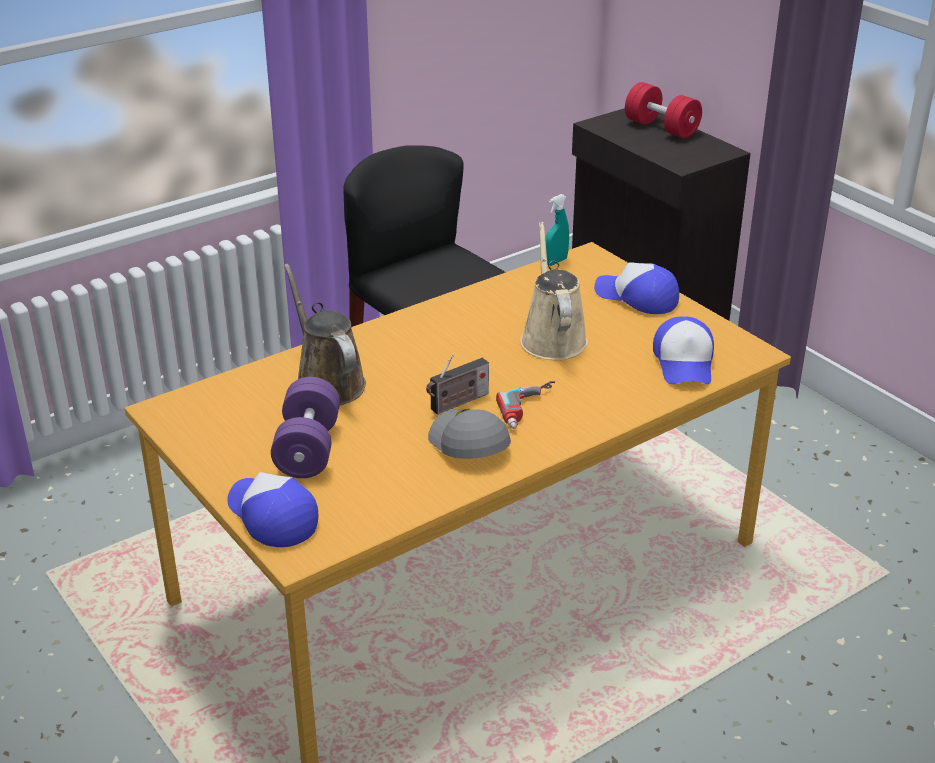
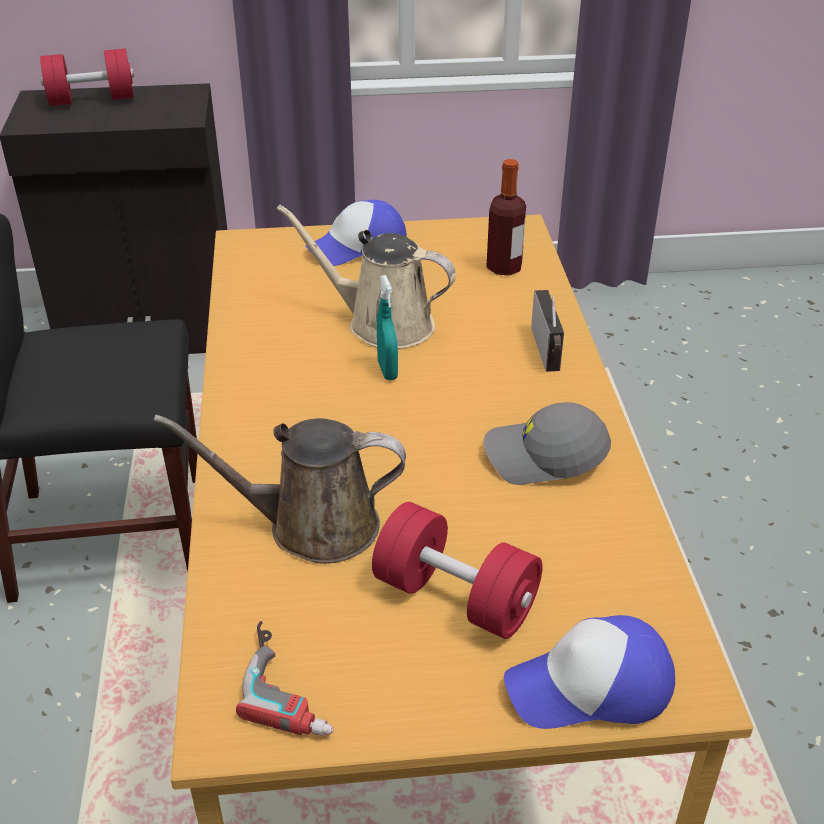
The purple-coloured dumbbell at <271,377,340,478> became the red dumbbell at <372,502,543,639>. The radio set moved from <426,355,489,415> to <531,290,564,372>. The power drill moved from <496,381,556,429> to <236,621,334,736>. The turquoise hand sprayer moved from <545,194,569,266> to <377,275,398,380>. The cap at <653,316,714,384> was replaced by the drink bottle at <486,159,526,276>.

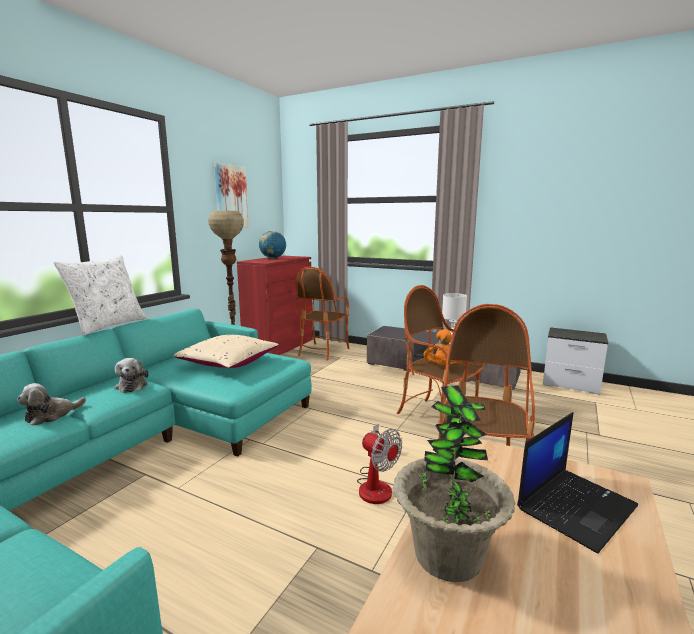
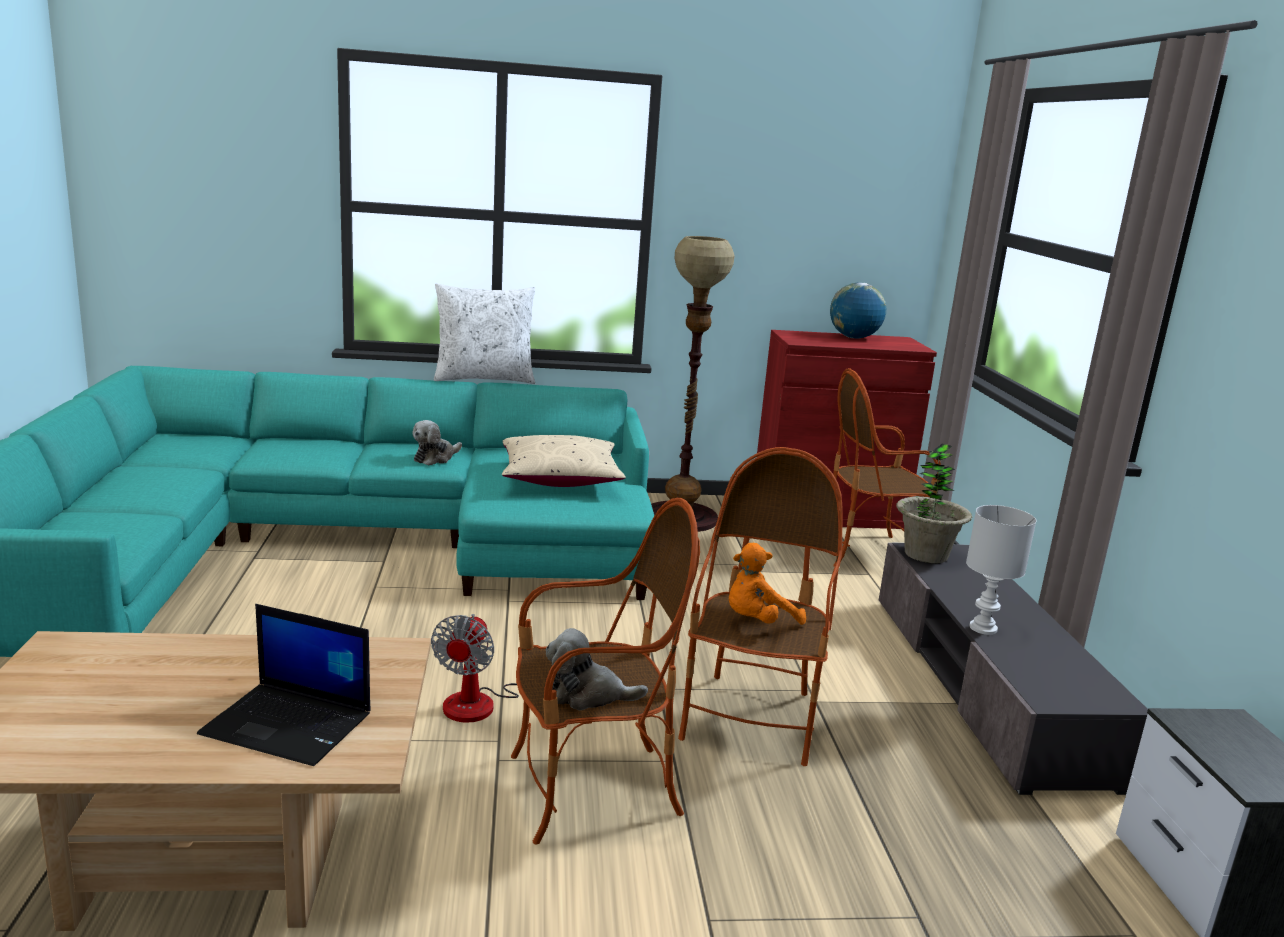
The plush toy moved from <17,383,86,425> to <546,628,648,710>. The wall picture at <214,163,249,228> disappeared. The plant in a pot moved from <393,386,515,582> to <896,443,972,563>.

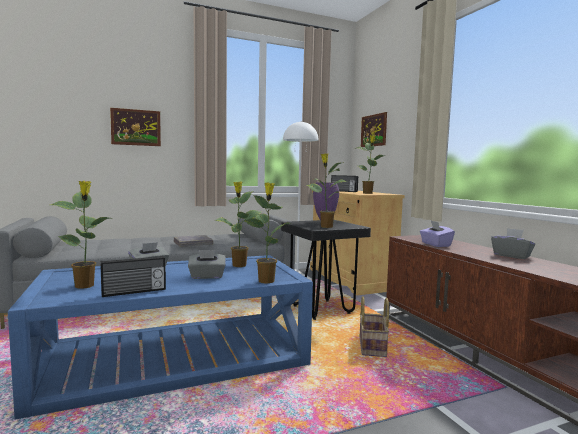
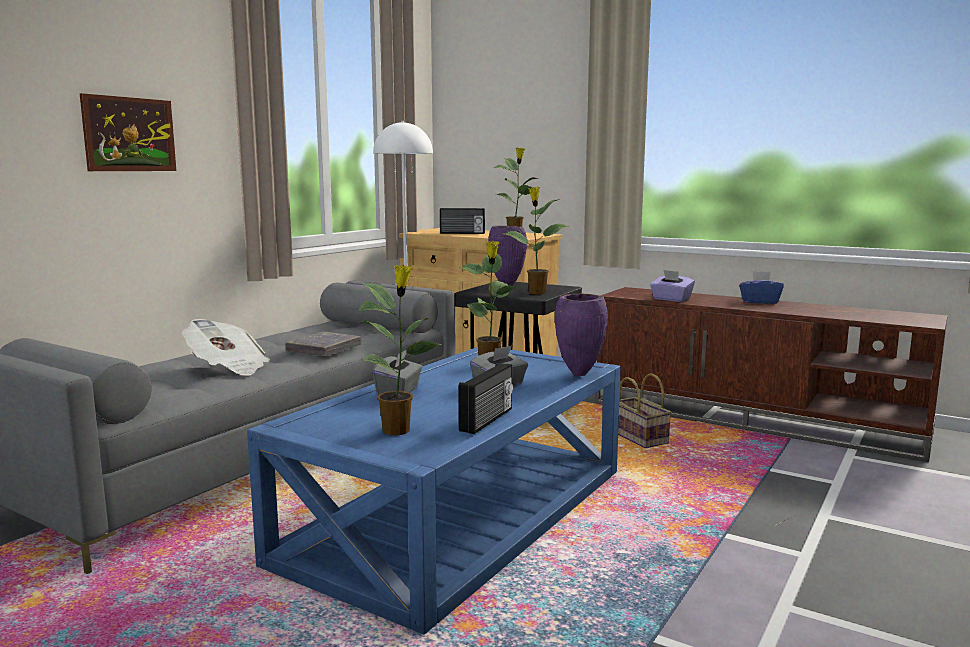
The plant in a pot at <244,182,292,284> was replaced by the purple-coloured flower vase at <555,294,608,376>. The wall picture at <361,112,387,147> disappeared. The greyish tissue holder at <491,228,535,259> became the blue-coloured tissue holder at <739,271,784,304>. The printed paper at <182,319,270,376> appeared.

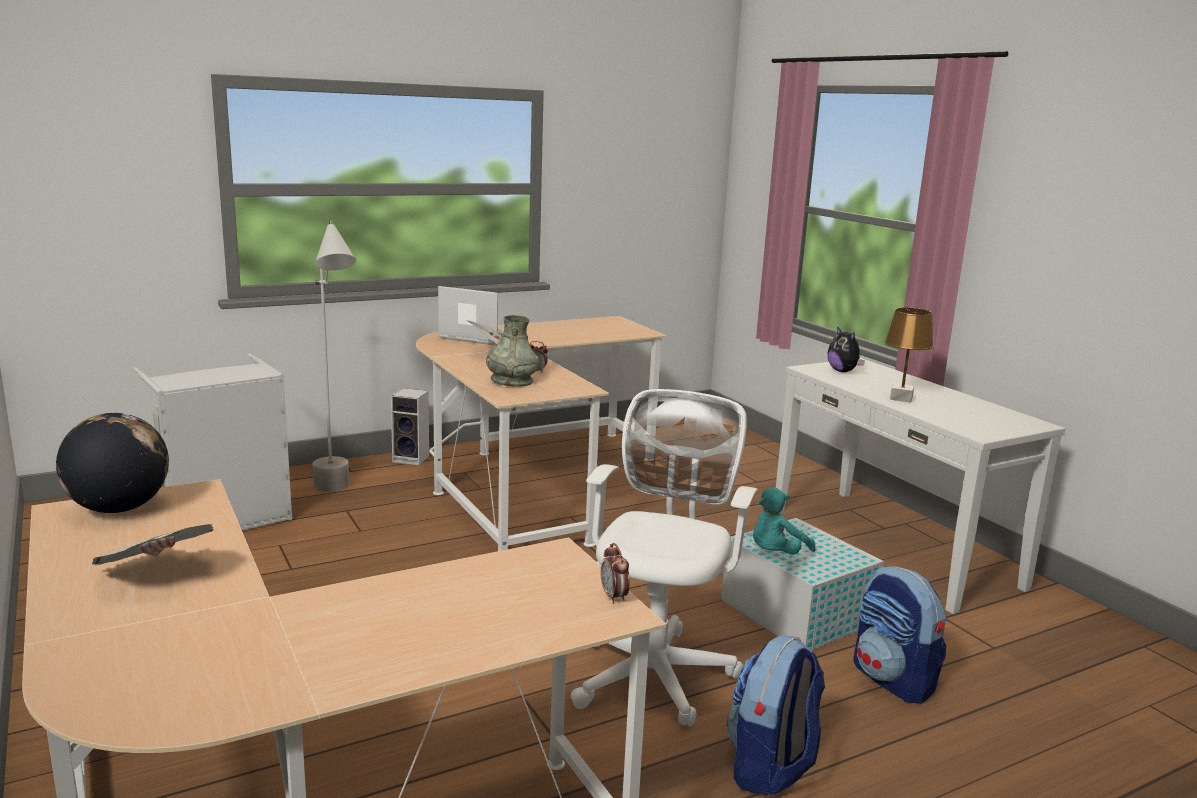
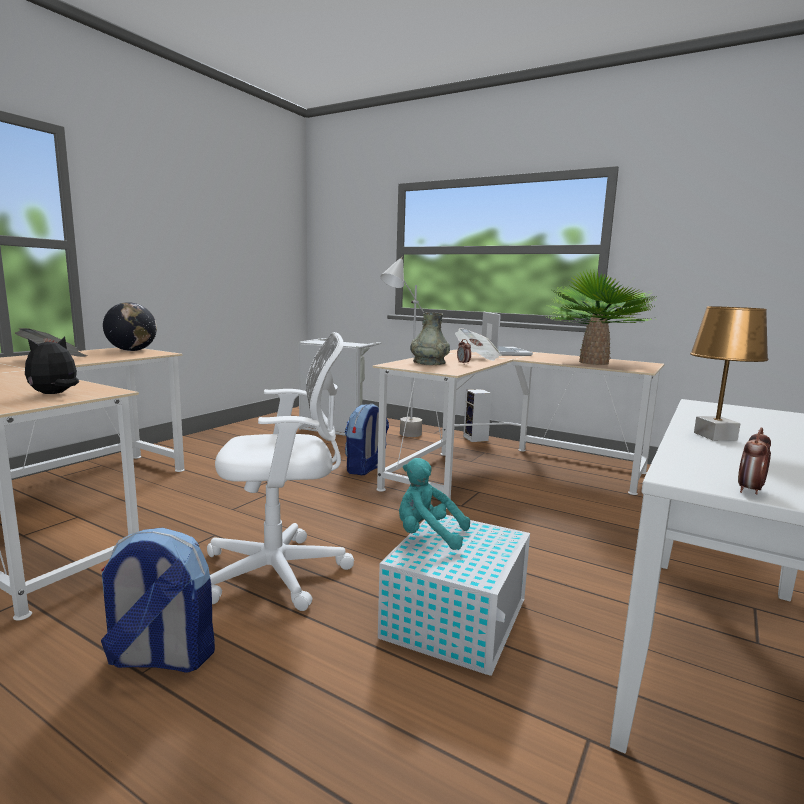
The table clock moved from <601,543,630,604> to <738,428,771,494>. The plush toy moved from <827,326,865,372> to <25,337,79,394>. The knapsack moved from <853,566,946,704> to <345,404,389,475>. The plant in a pot at <546,270,657,365> appeared.

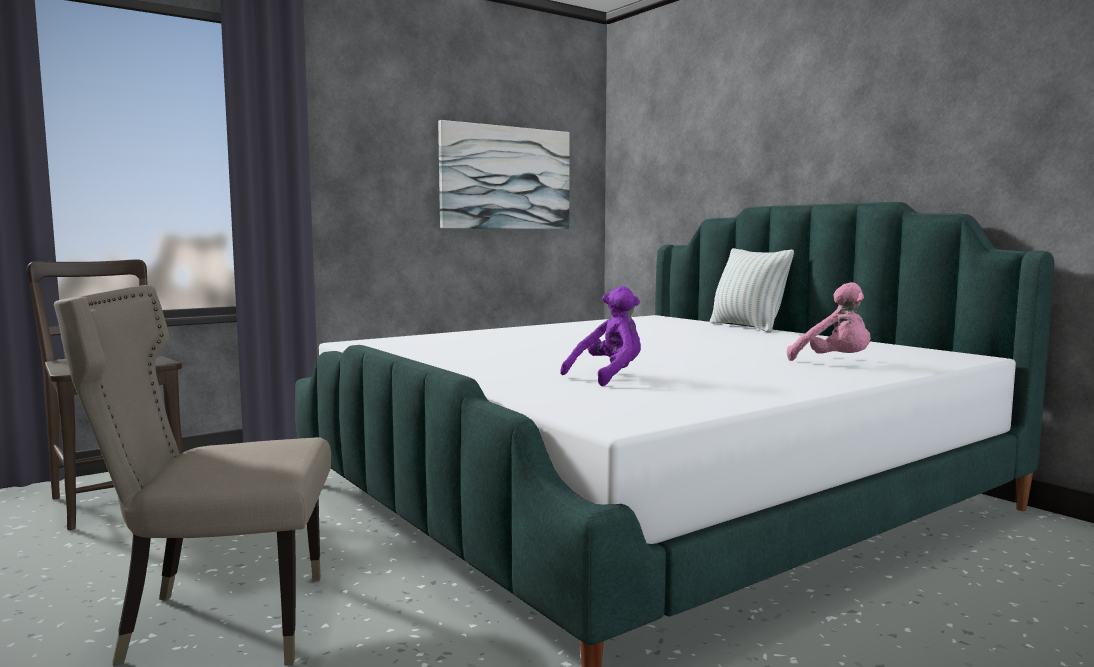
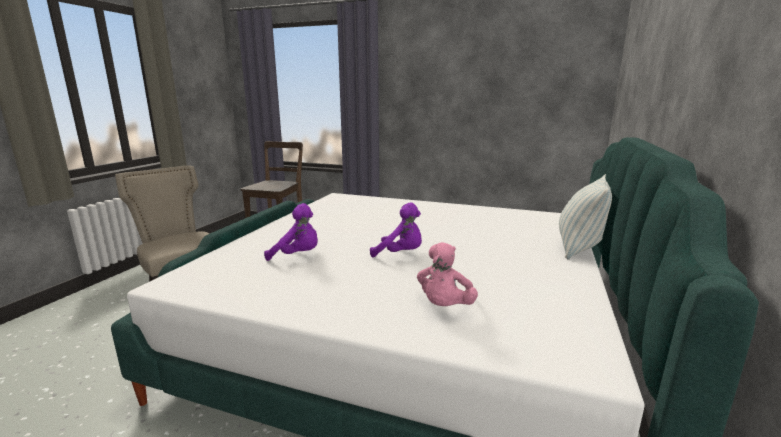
The wall picture at <438,120,570,229> disappeared. The purple-coloured plush toy at <370,202,422,257> appeared.

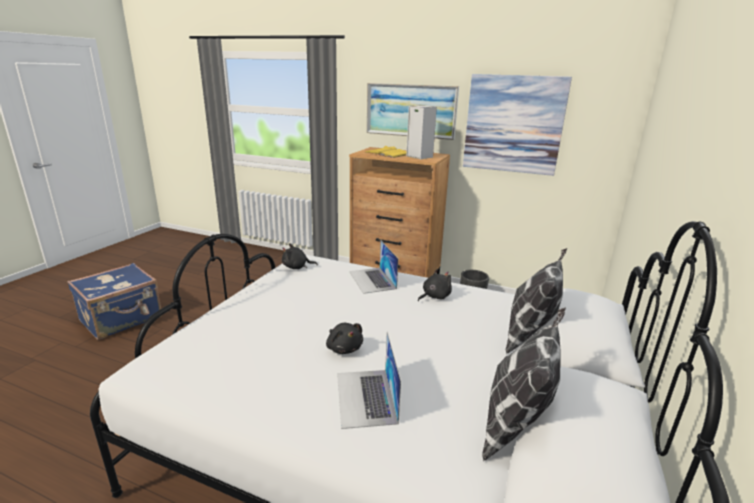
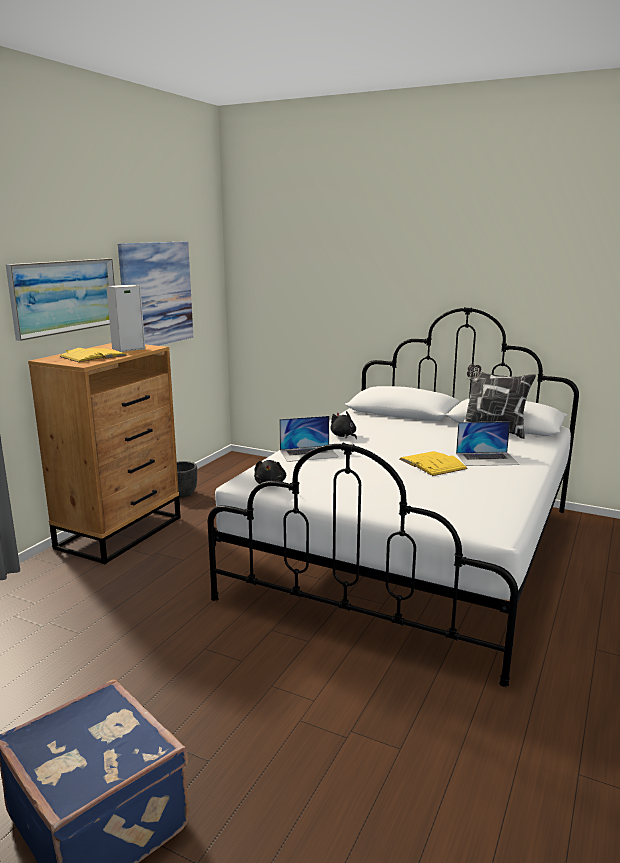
The black-coloured plush toy at <326,323,363,354> was replaced by the yellowish book at <400,451,468,476>. The cushion at <506,248,567,354> disappeared.

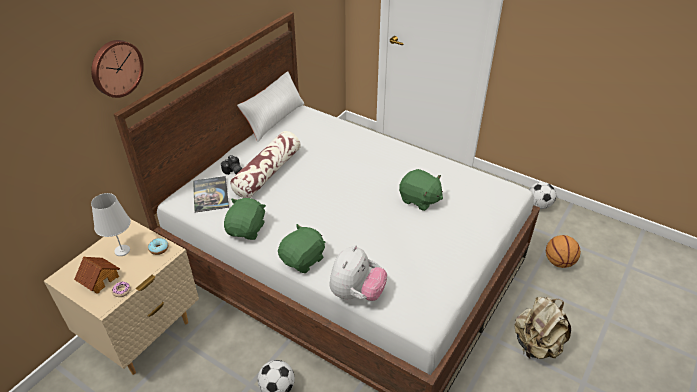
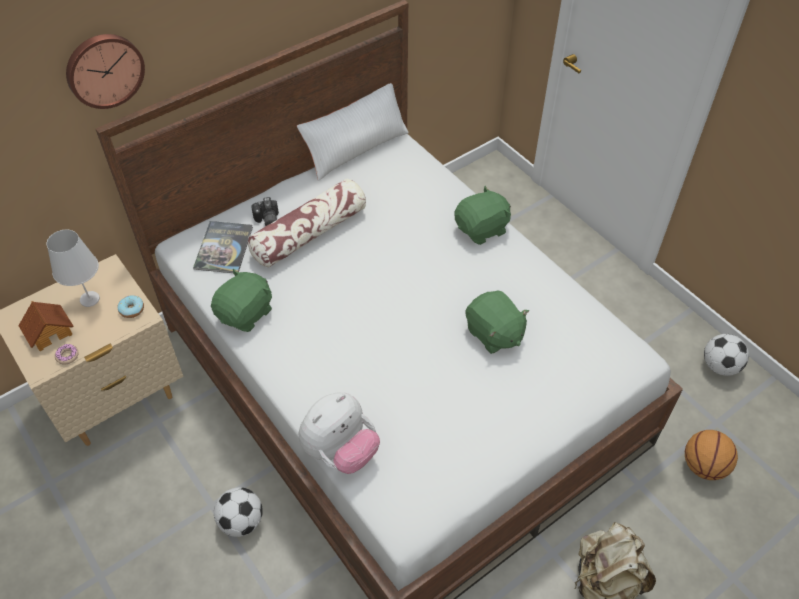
The green plush toy moved from <278,224,326,273> to <455,186,511,245>.

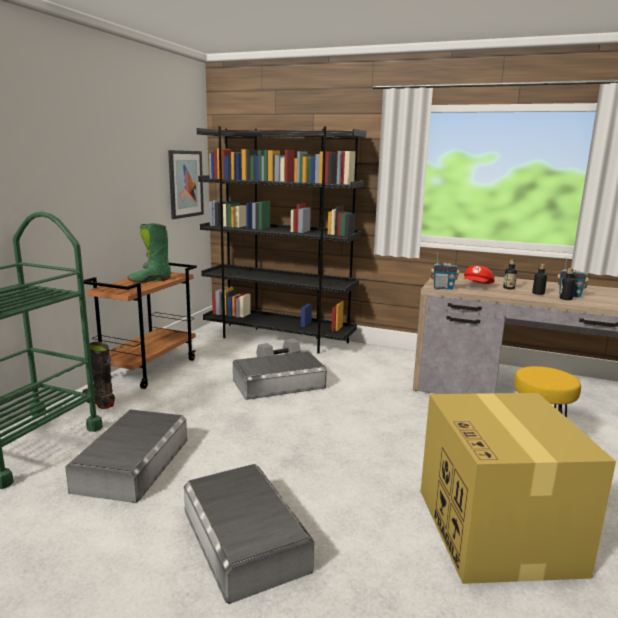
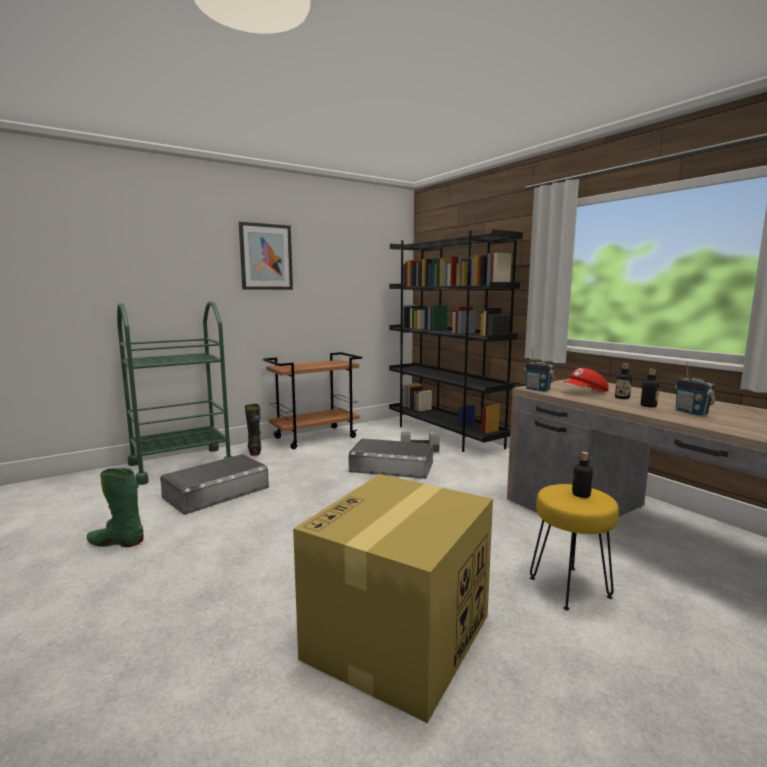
The green high-top boot moved from <127,223,171,283> to <87,468,144,547>. The wall picture moved from <168,150,204,219> to <239,222,293,290>. The greyish storage bin at <184,464,315,604> disappeared. The drink bottle moved from <560,268,575,300> to <572,452,593,498>.

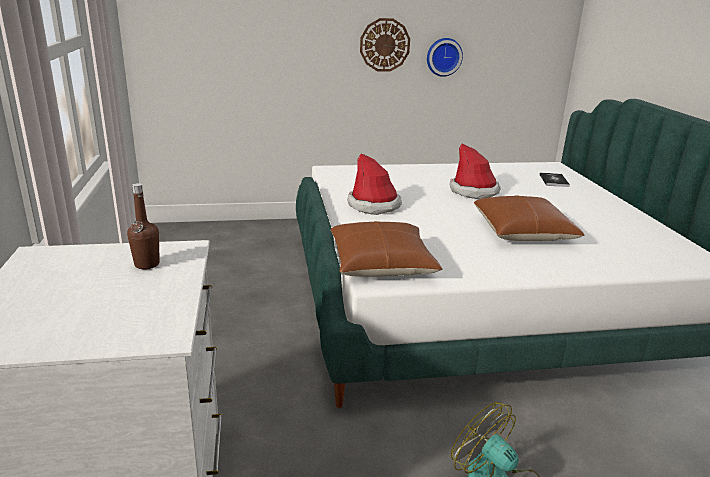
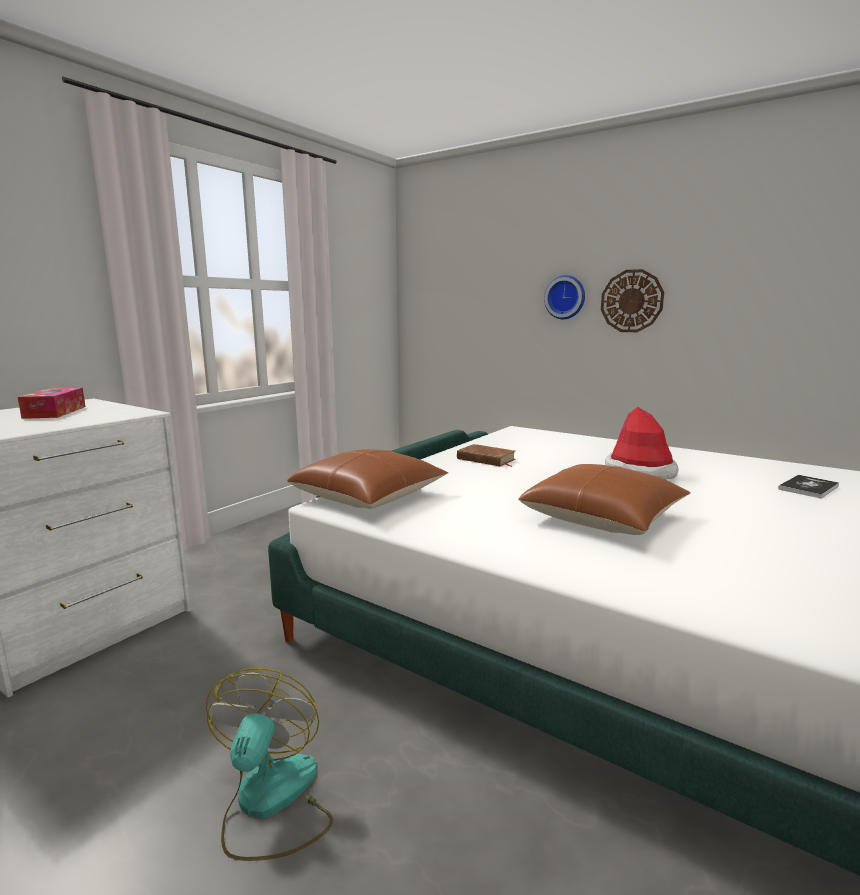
The brownish drink bottle at <127,183,160,269> disappeared. The hat at <347,153,402,215> was replaced by the brownish book at <457,444,516,467>. The hanging clock moved from <427,38,463,77> to <544,275,585,319>. The tissue holder at <18,388,86,419> appeared.

